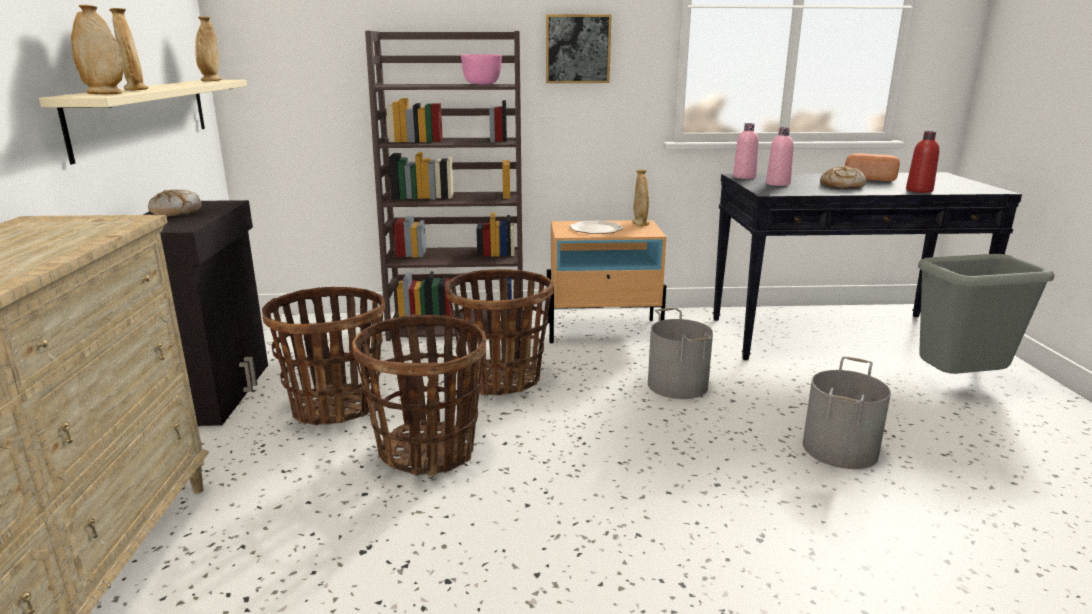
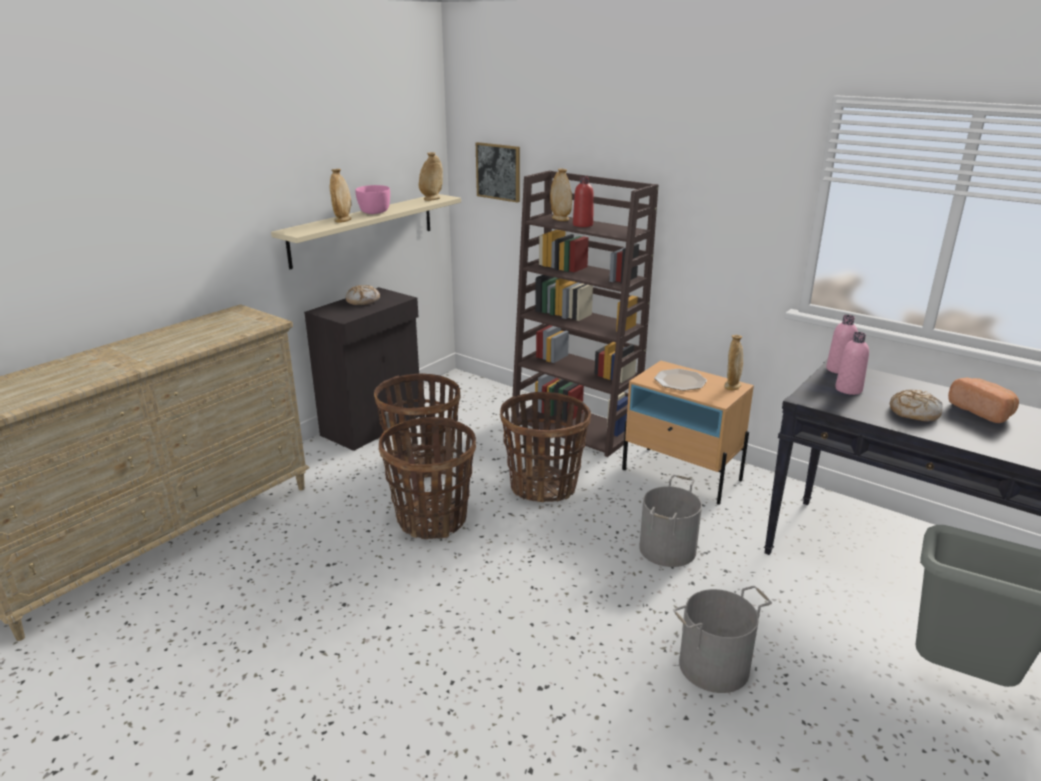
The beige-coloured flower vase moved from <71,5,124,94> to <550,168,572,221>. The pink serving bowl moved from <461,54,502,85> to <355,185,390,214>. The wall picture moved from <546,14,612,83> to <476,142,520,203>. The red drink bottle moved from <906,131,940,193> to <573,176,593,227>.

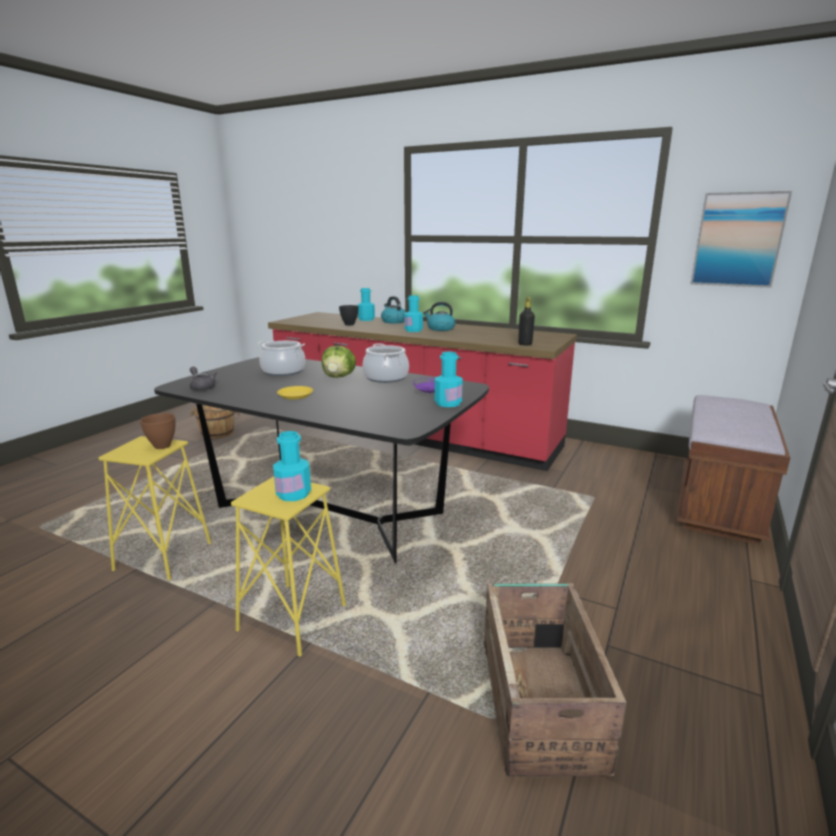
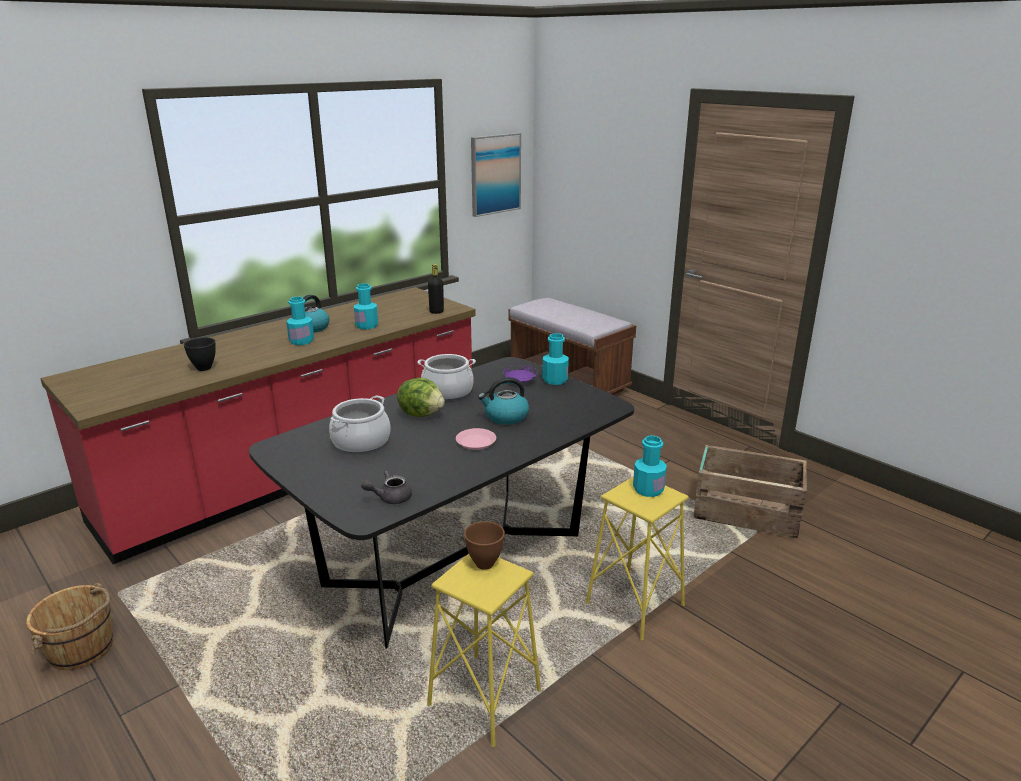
The yellowish plate at <277,386,313,399> became the pink plate at <456,428,496,450>. The turquoise drink bottle moved from <358,288,375,321> to <354,283,378,329>. The kettle moved from <381,296,406,323> to <478,377,529,425>.

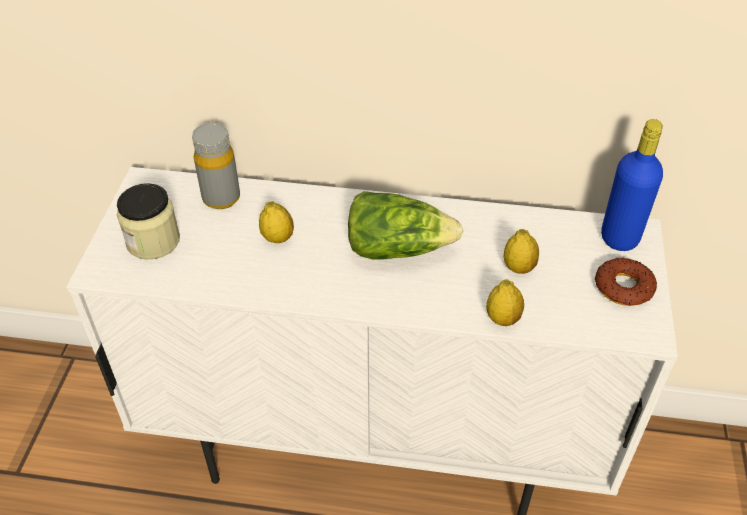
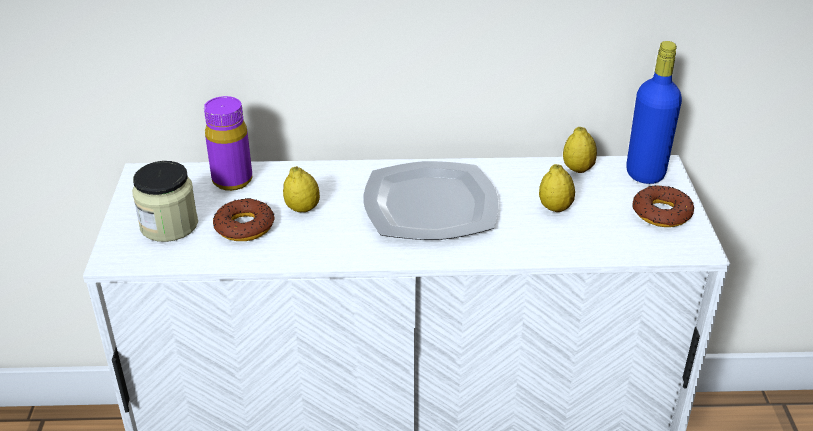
The greyish drink bottle at <192,123,240,209> became the purple-coloured drink bottle at <204,96,253,191>. The lettuce head at <348,191,463,260> was replaced by the plate at <363,161,499,240>. The citrus fruit moved from <486,279,524,326> to <563,127,597,173>. The doughnut at <213,198,275,241> appeared.

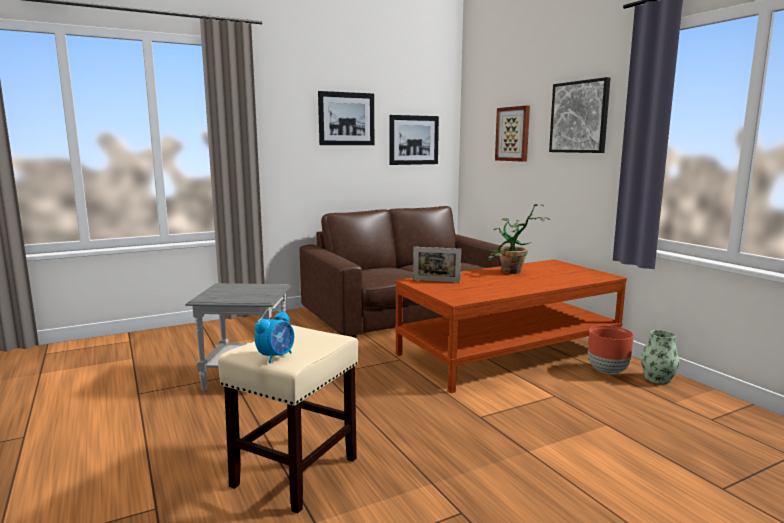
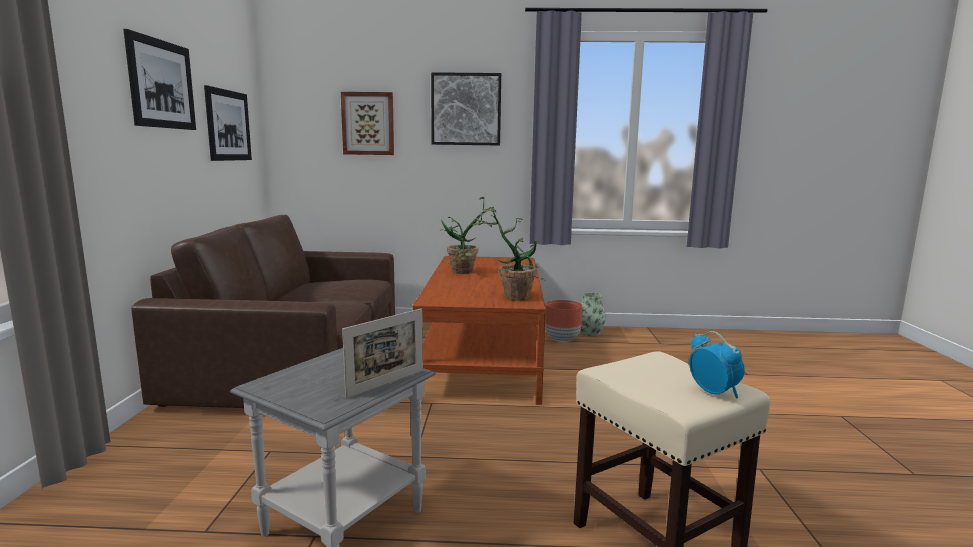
The picture frame moved from <413,247,461,283> to <342,308,423,398>. The plant in a pot at <473,207,546,301> appeared.

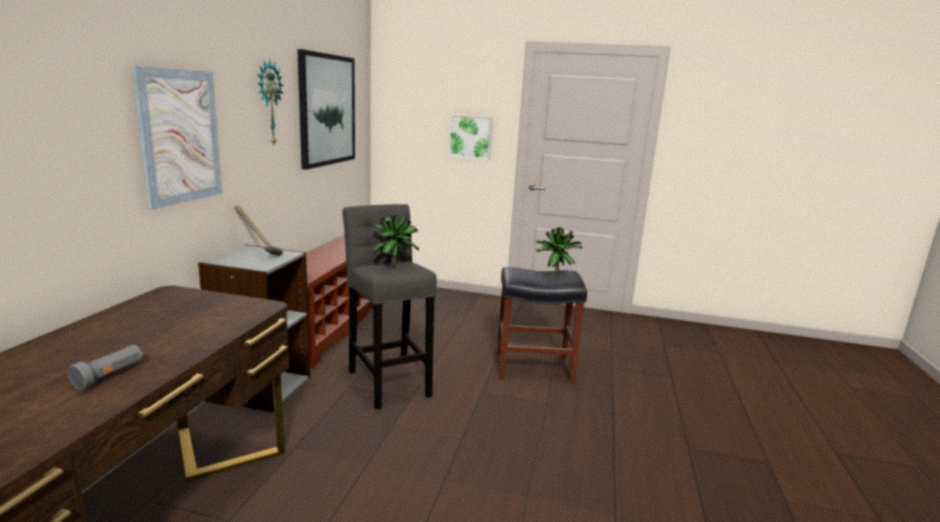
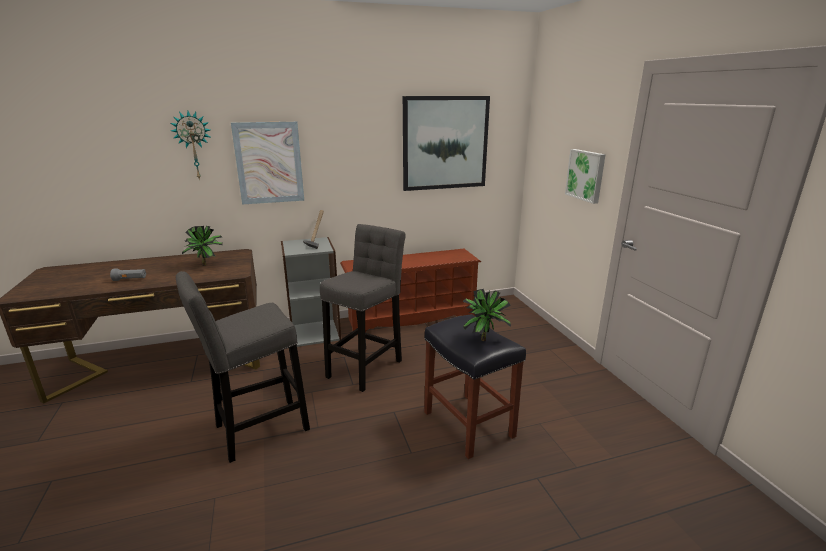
The hanging clock moved from <257,60,283,145> to <171,110,210,180>. The plant in a pot moved from <372,215,419,267> to <182,226,223,266>. The greyish stool at <176,271,310,463> appeared.

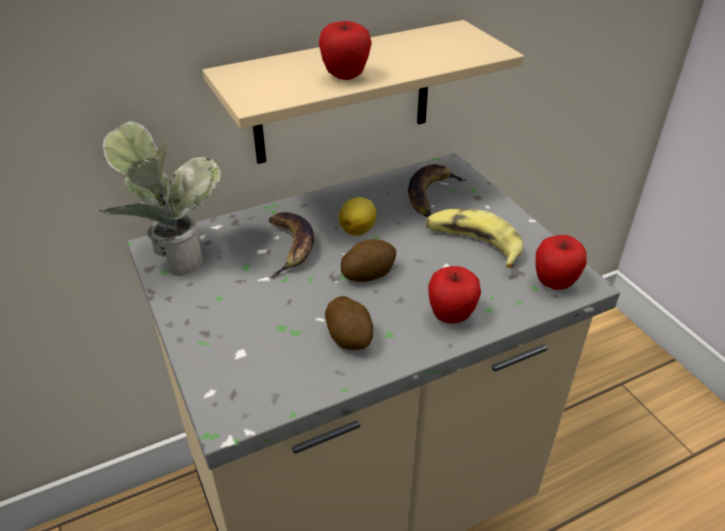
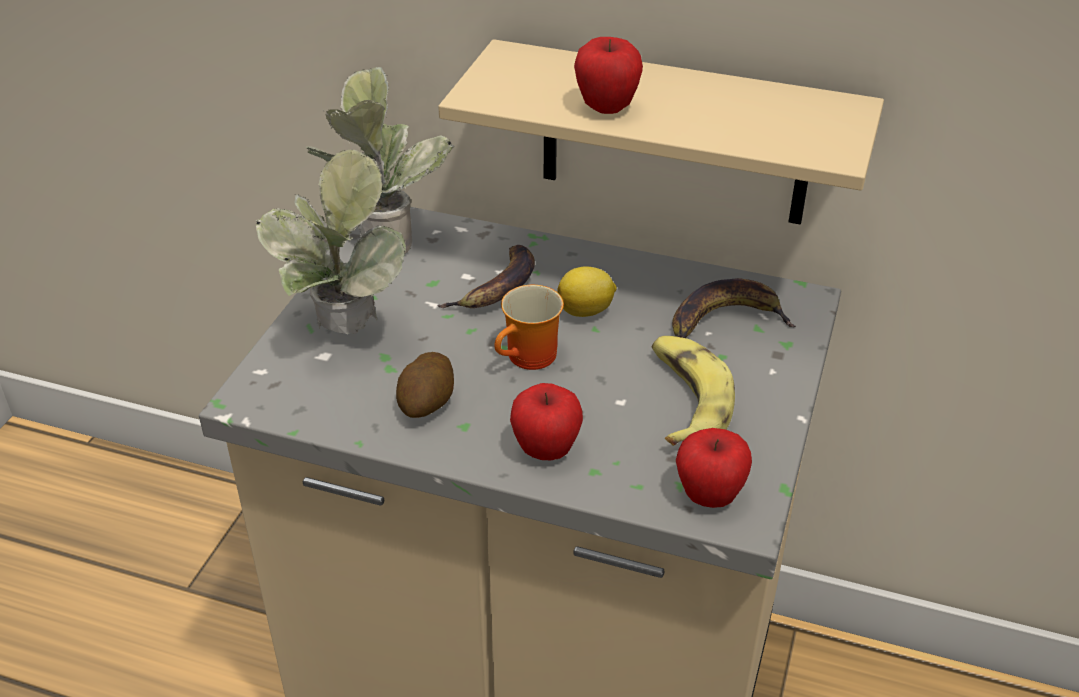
The whole potato at <341,239,396,282> was replaced by the coffee mug at <494,285,564,370>. The plant in a pot at <256,149,406,334> appeared.

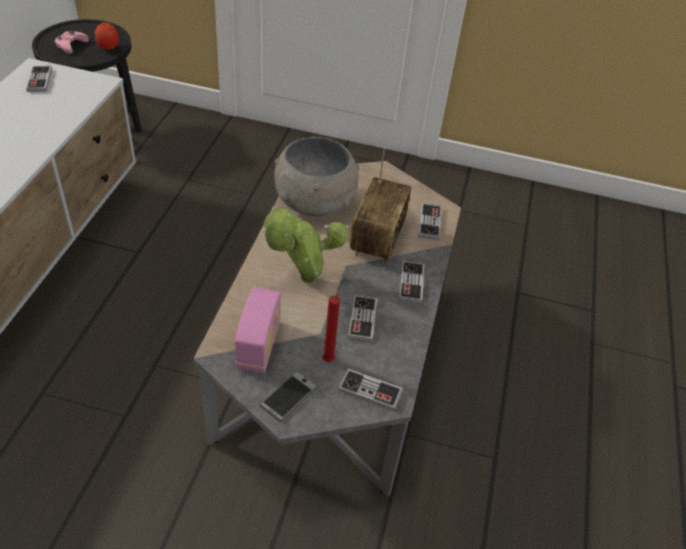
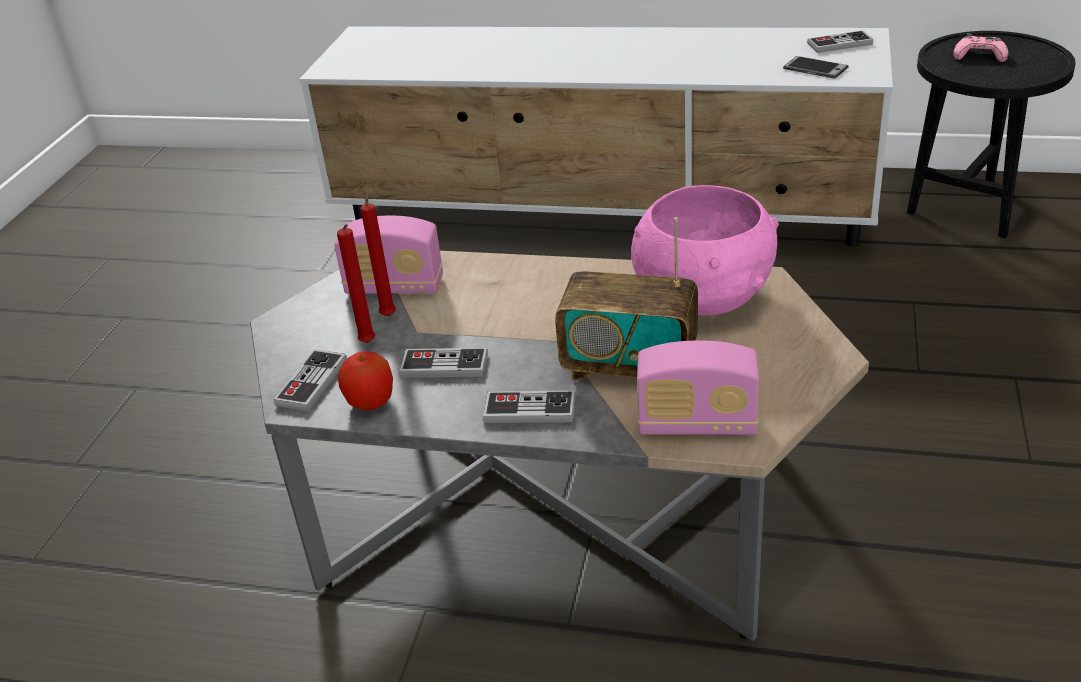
The whole apple moved from <94,22,119,50> to <337,351,393,410>. The handset moved from <259,371,318,422> to <783,56,849,79>. The plant in a pot at <262,207,348,283> disappeared. The greyish serving bowl at <274,137,359,216> became the pink serving bowl at <631,185,779,316>. The joypad at <418,203,441,240> was replaced by the radio set at <637,341,759,435>. The red wax light at <360,186,396,316> appeared.

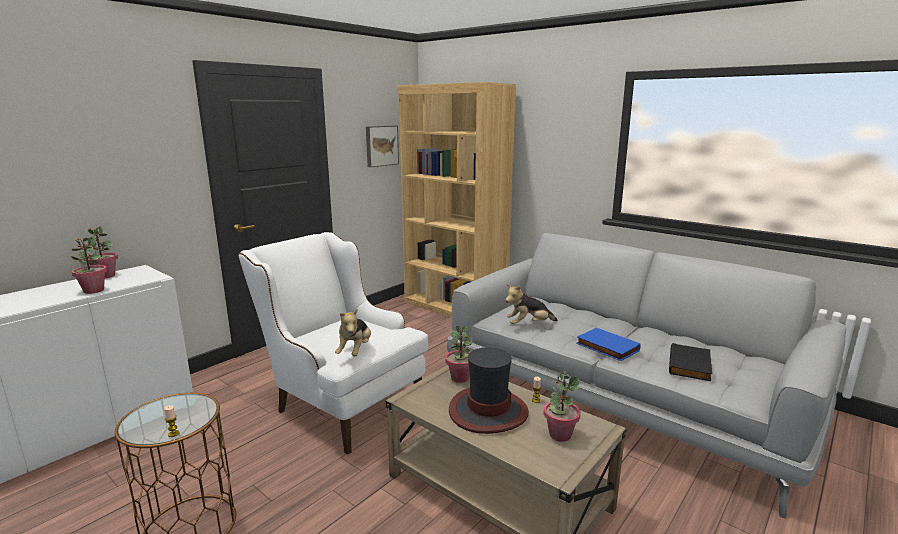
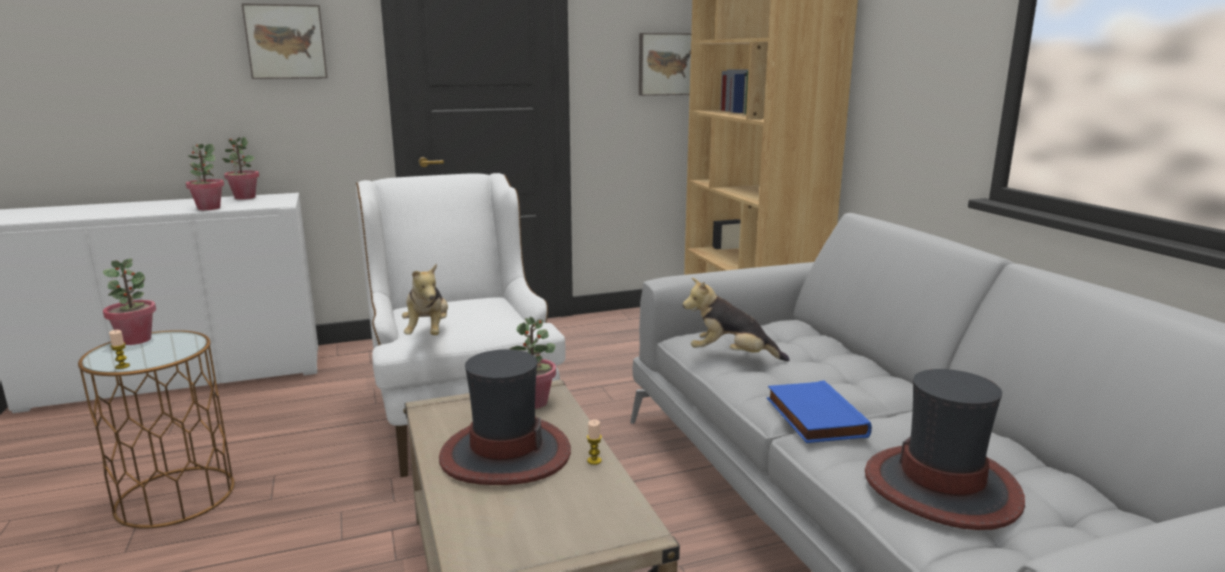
The plush toy at <335,308,371,356> turned 45 degrees counterclockwise. The plant in a pot moved from <543,371,581,442> to <103,258,156,345>. The black-coloured book at <669,343,712,381> was replaced by the hat at <865,369,1025,530>. The wall picture at <241,3,328,79> appeared.

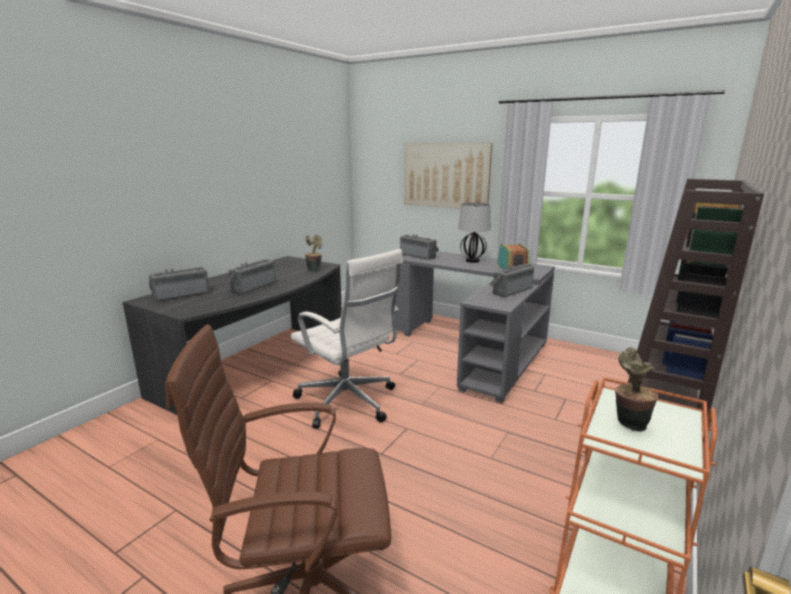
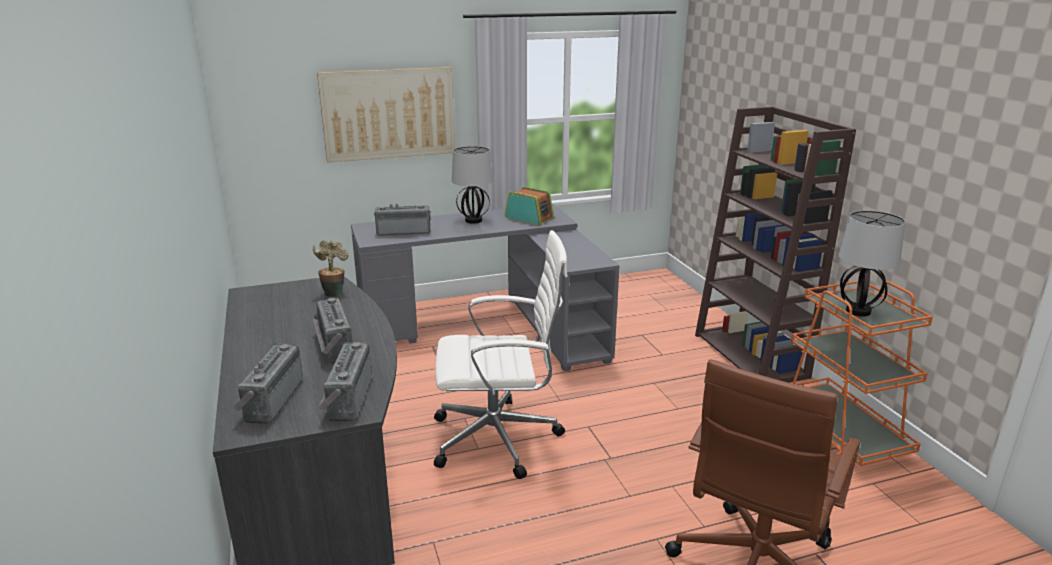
The radio set moved from <489,264,534,297> to <318,342,372,421>. The plant in a pot at <615,347,658,432> was replaced by the tabletop lamp at <839,210,905,317>.

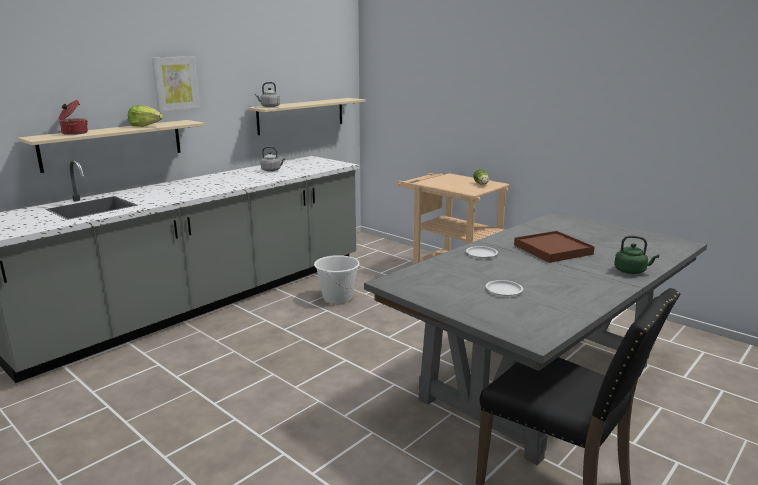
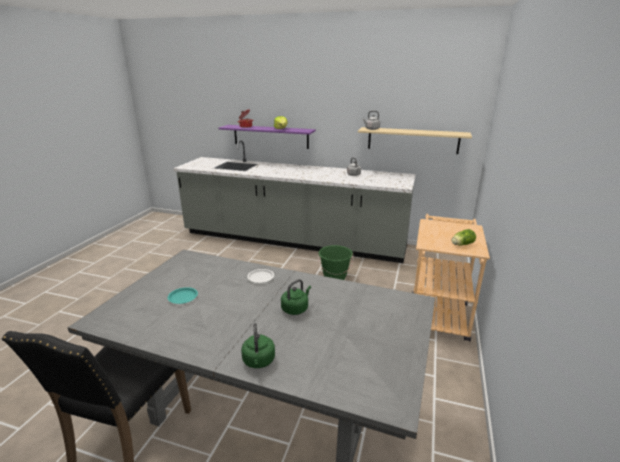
The beige-coloured wall shelf at <18,120,205,173> became the purple-coloured wall shelf at <219,125,316,149>. The wall picture at <152,57,200,112> disappeared. The white pail at <314,255,360,304> became the green pail at <318,245,353,280>. The white plate at <486,280,523,296> became the turquoise plate at <167,287,198,304>. The brownish tray at <514,231,595,263> was replaced by the green kettle at <281,279,311,315>.

